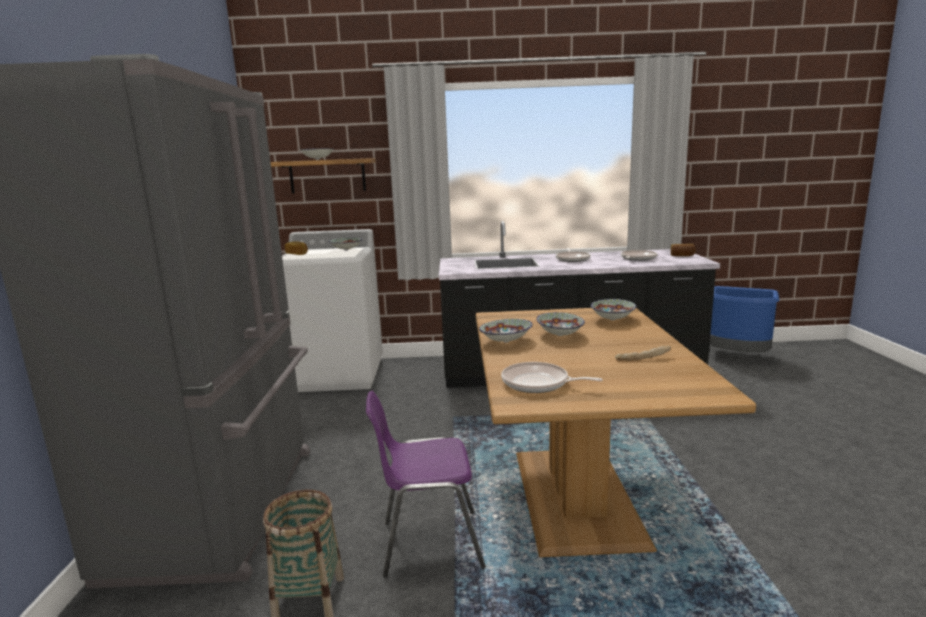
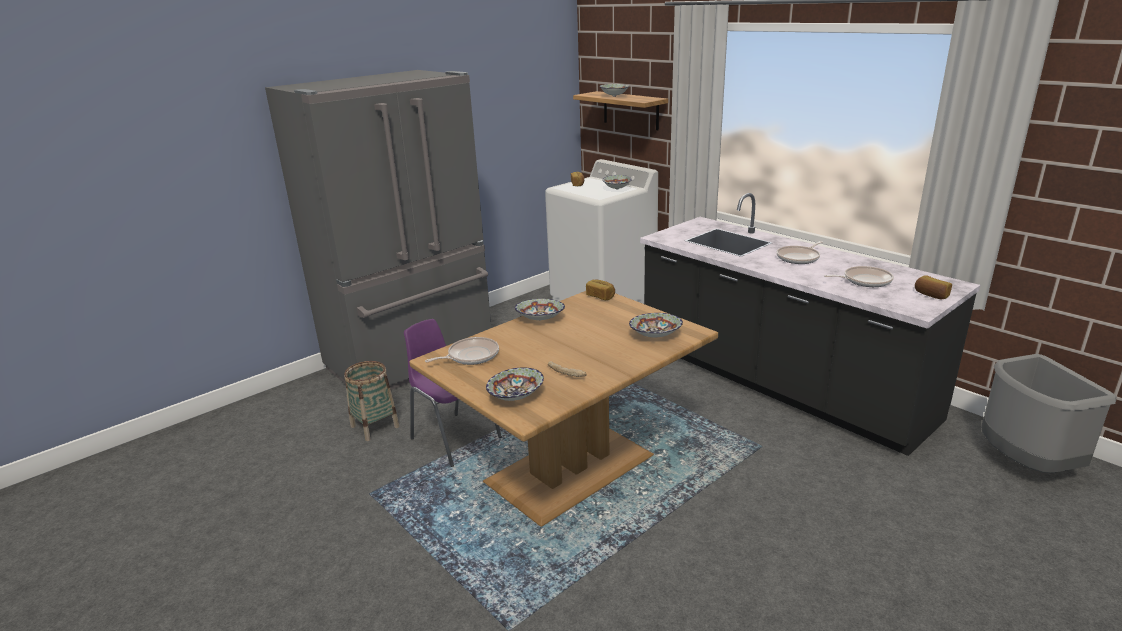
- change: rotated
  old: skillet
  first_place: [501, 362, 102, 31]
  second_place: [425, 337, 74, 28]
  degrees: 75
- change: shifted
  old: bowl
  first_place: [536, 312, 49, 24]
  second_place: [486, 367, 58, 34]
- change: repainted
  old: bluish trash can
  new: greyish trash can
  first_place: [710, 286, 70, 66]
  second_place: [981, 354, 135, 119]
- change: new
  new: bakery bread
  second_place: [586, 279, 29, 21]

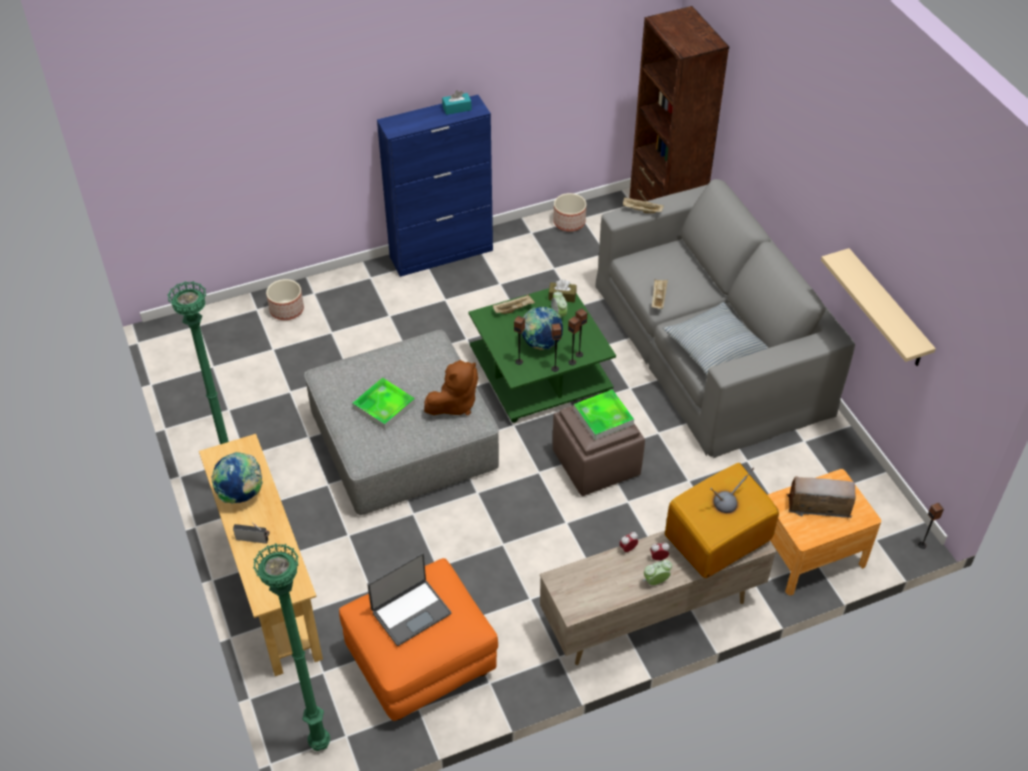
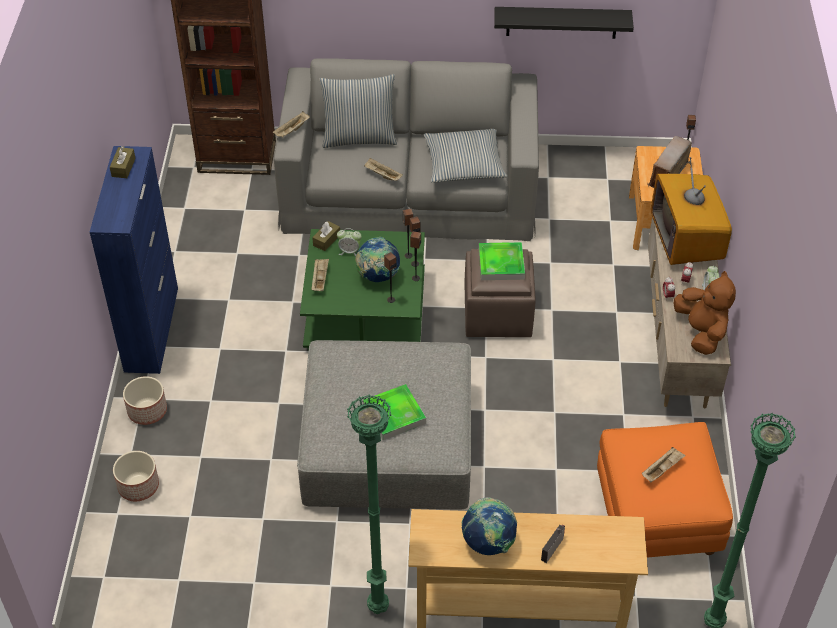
- change: swapped
  old: notebook computer
  new: beige tray
  first_place: [367, 552, 84, 94]
  second_place: [642, 447, 44, 35]
- change: shifted
  old: brown cuddly toy
  first_place: [424, 360, 54, 55]
  second_place: [674, 271, 62, 84]
- change: repainted
  old: turquoise-coloured tissue holder
  new: brown tissue holder
  first_place: [442, 90, 30, 25]
  second_place: [110, 146, 26, 32]
- change: shifted
  old: planter
  first_place: [553, 193, 34, 38]
  second_place: [123, 376, 44, 49]
- change: repainted
  old: beige bracket shelf
  new: black bracket shelf
  first_place: [821, 248, 115, 118]
  second_place: [494, 7, 140, 32]
- change: new
  new: throw pillow
  second_place: [320, 74, 77, 74]

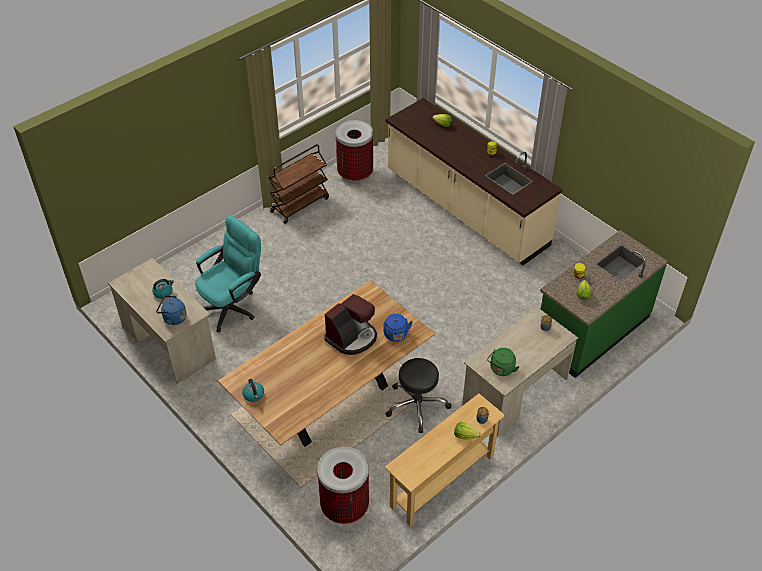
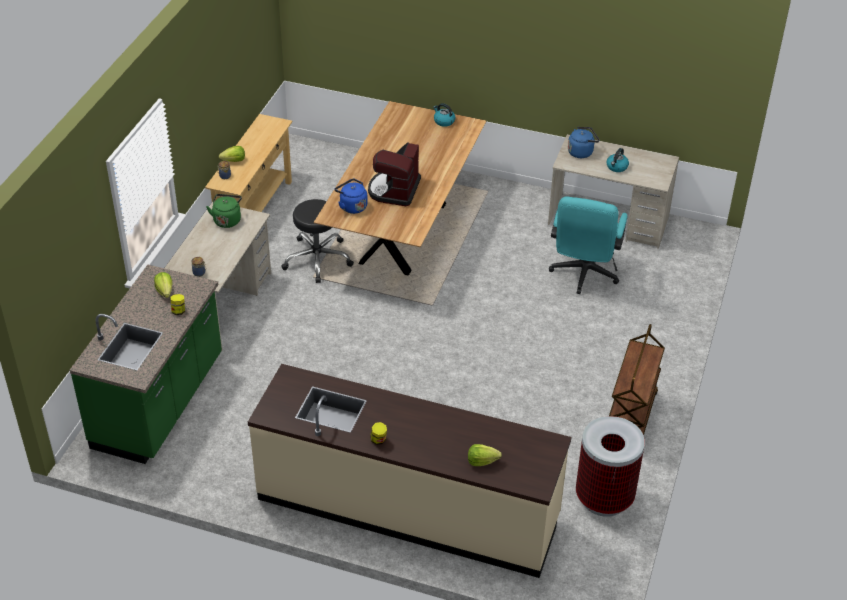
- change: gone
  old: trash can
  first_place: [317, 446, 52, 78]

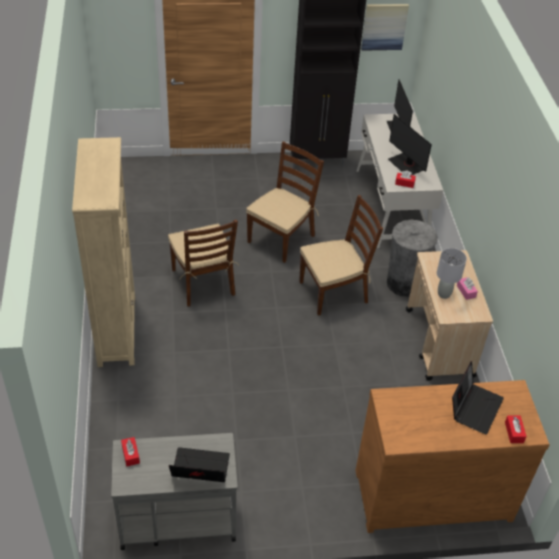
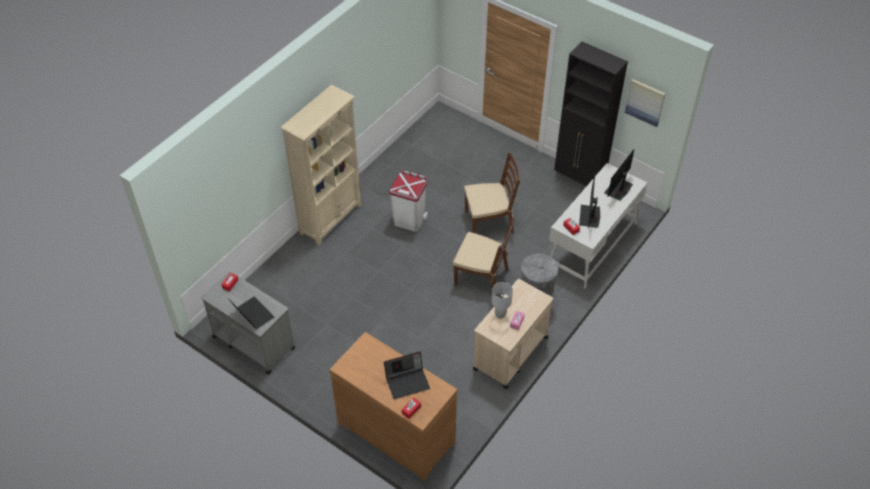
- change: swapped
  old: brown chair
  new: white-coloured trash can
  first_place: [168, 219, 71, 87]
  second_place: [389, 170, 39, 62]

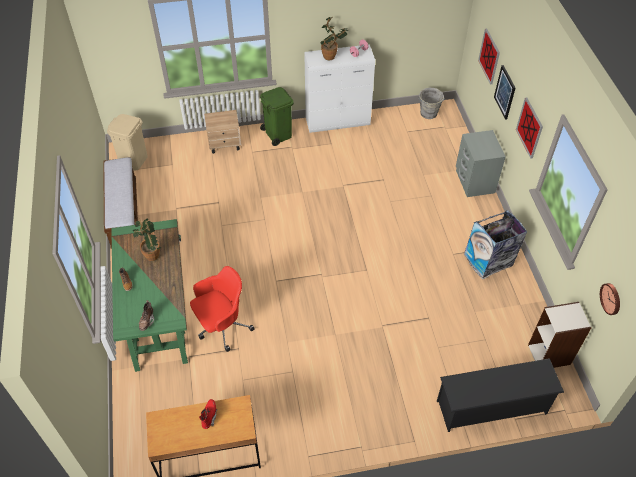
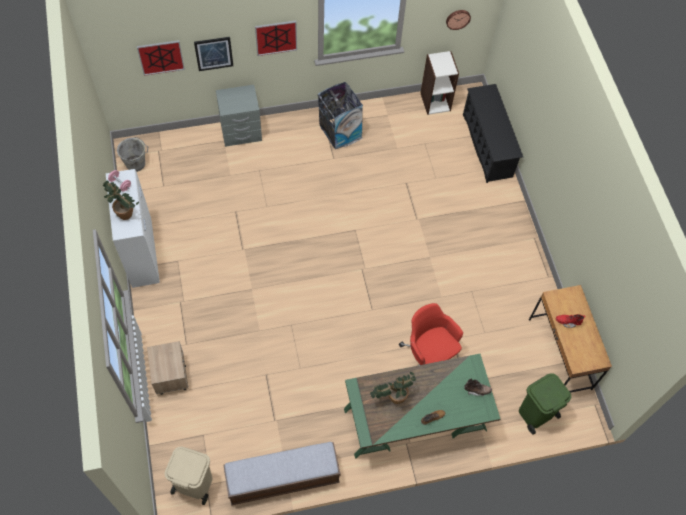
- change: shifted
  old: green-coloured trash can
  first_place: [260, 87, 34, 59]
  second_place: [519, 373, 52, 62]

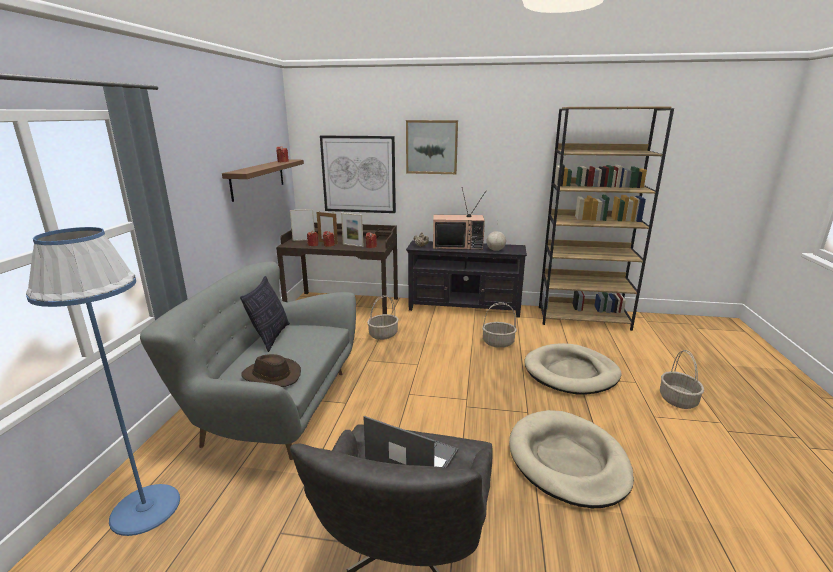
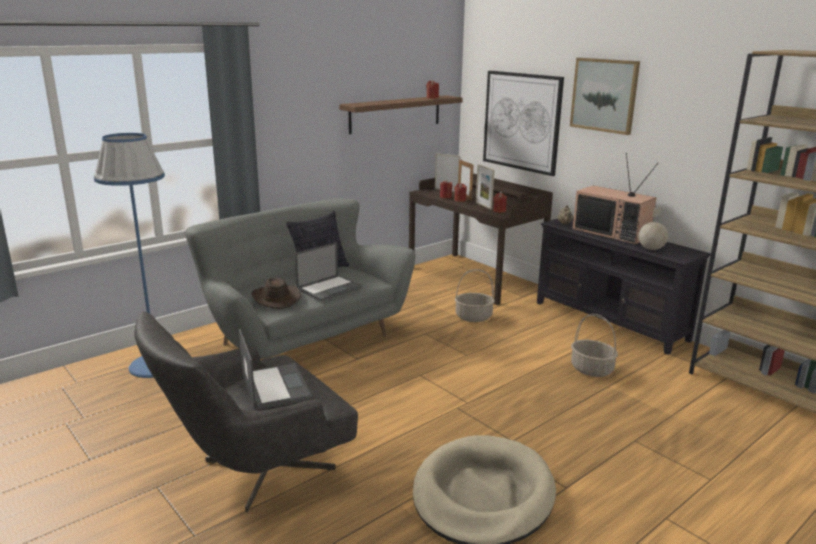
- change: gone
  old: beige dog cushion
  first_place: [524, 343, 98, 52]
- change: gone
  old: storage basket
  first_place: [660, 350, 44, 59]
- change: new
  new: notebook computer
  second_place: [295, 242, 67, 59]

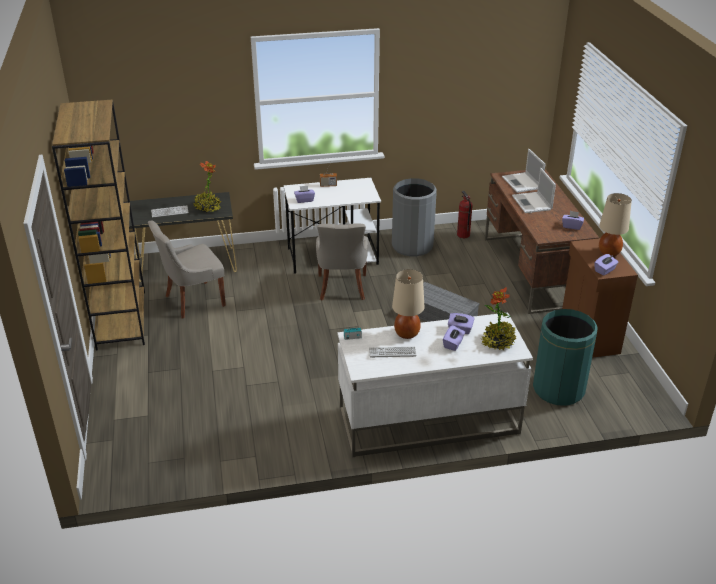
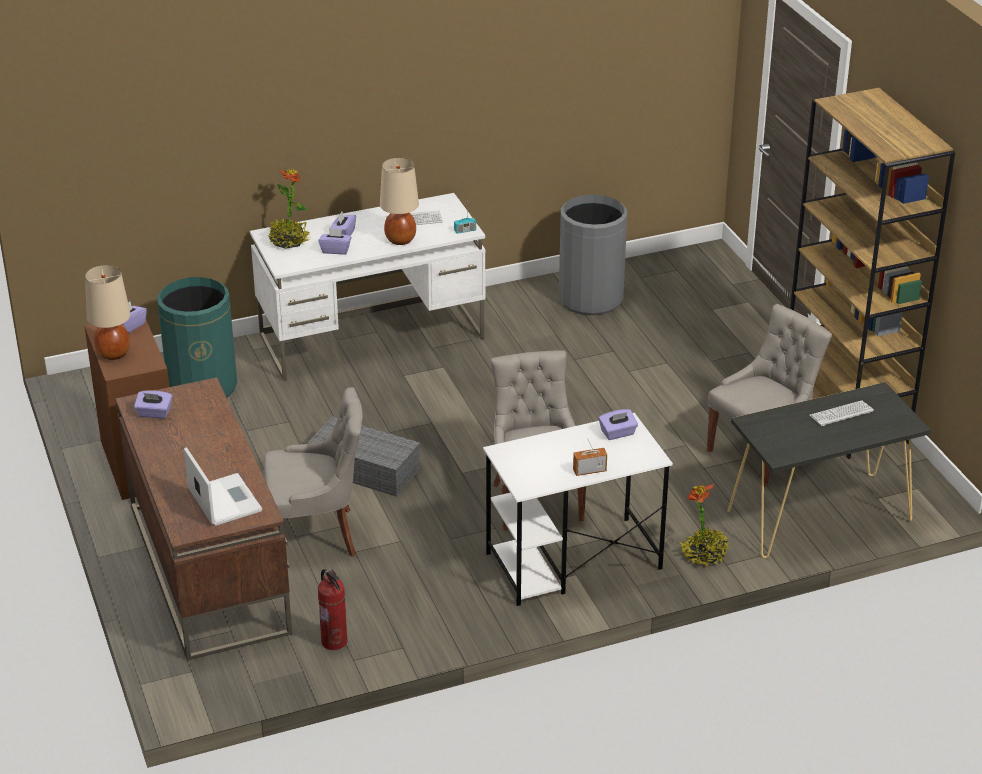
- change: shifted
  old: houseplant
  first_place: [193, 161, 28, 51]
  second_place: [679, 484, 50, 82]
- change: shifted
  old: greyish trash can
  first_place: [392, 178, 45, 78]
  second_place: [559, 194, 68, 122]
- change: gone
  old: notebook computer
  first_place: [512, 168, 44, 45]
- change: new
  new: greyish chair
  second_place: [263, 387, 100, 170]

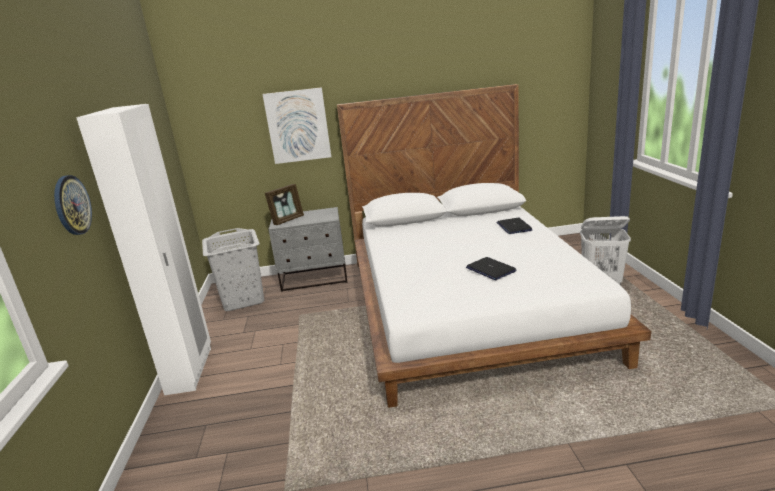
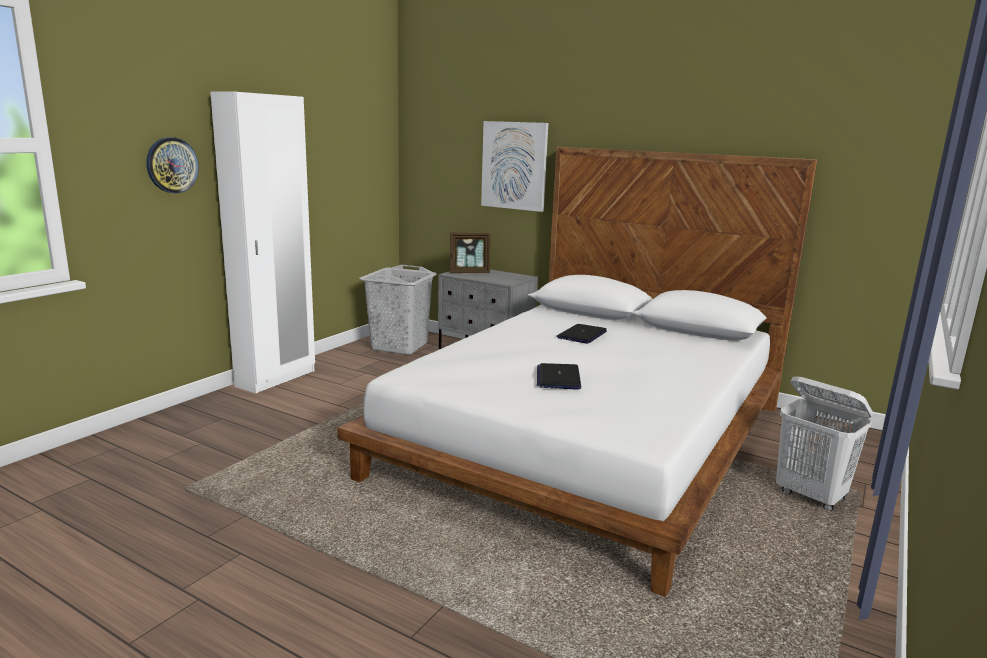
- change: shifted
  old: notebook computer
  first_place: [497, 218, 36, 16]
  second_place: [557, 324, 50, 20]

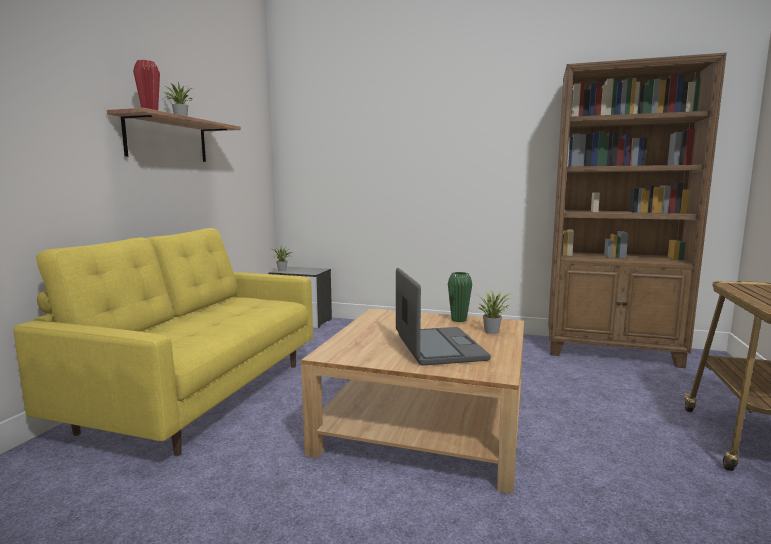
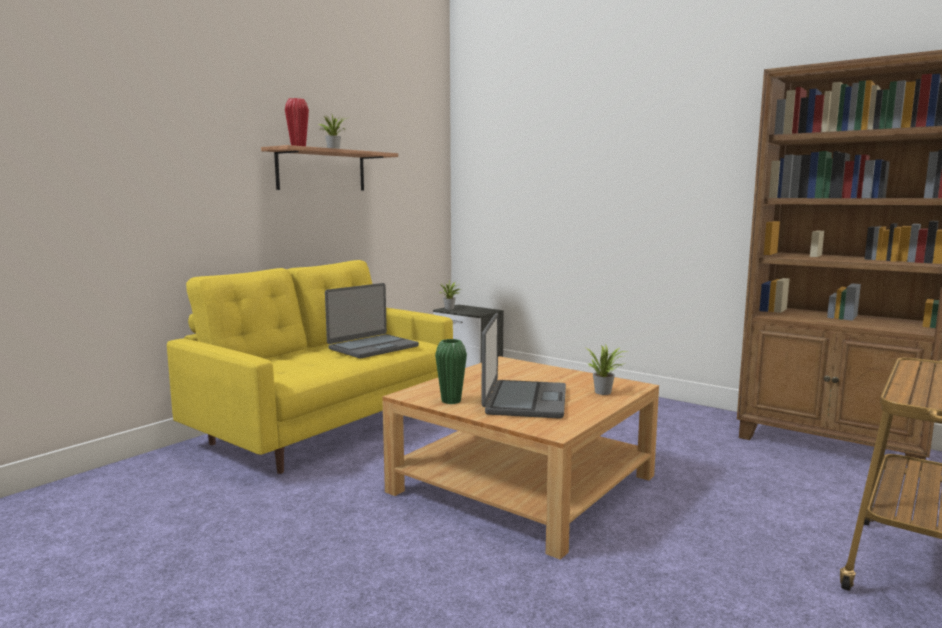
- change: shifted
  old: green-coloured decorative vase
  first_place: [448, 272, 24, 50]
  second_place: [435, 339, 32, 65]
- change: new
  new: notebook computer
  second_place: [325, 283, 94, 75]

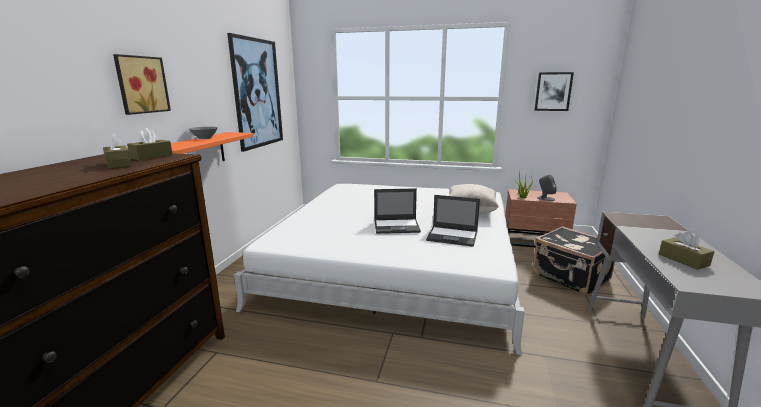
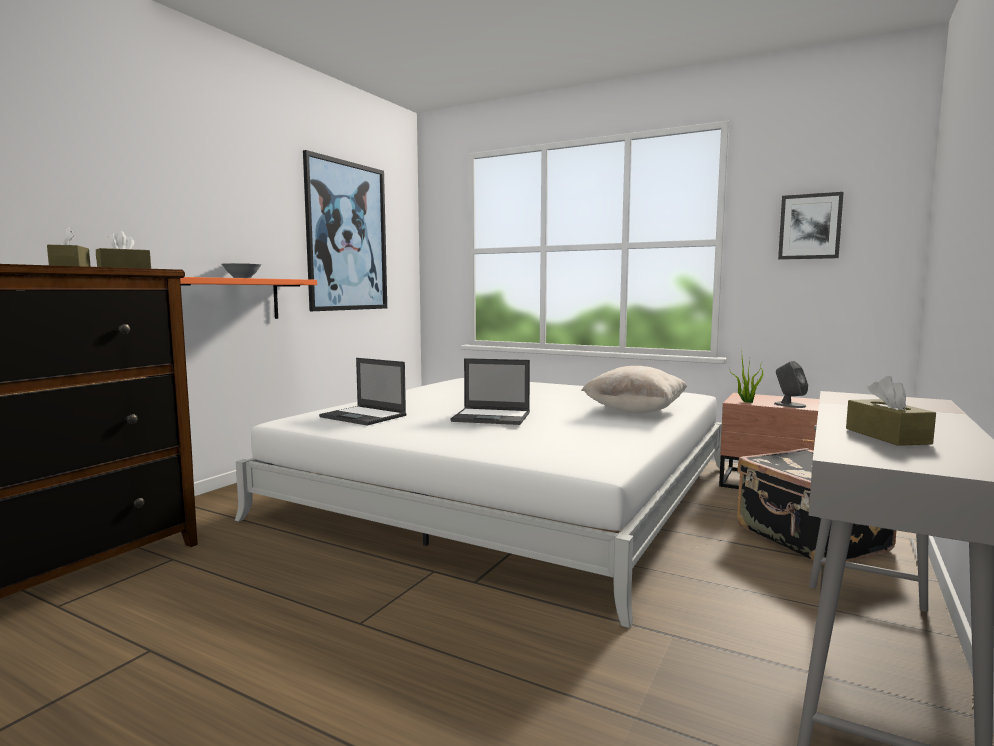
- change: gone
  old: picture
  first_place: [113, 54, 58, 61]
- change: shifted
  old: notebook computer
  first_place: [426, 195, 54, 52]
  second_place: [319, 358, 88, 67]

